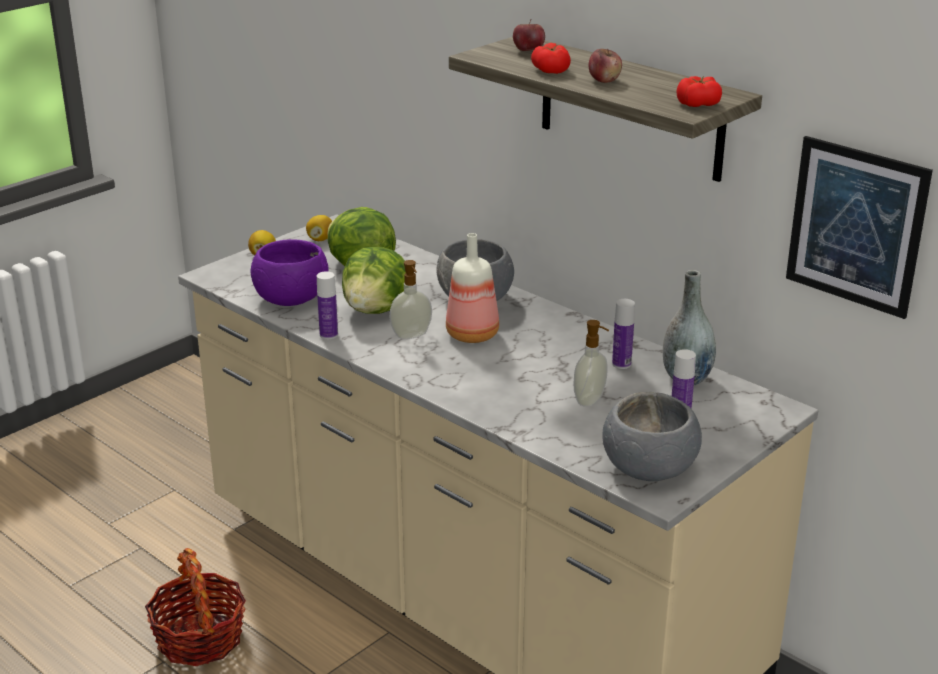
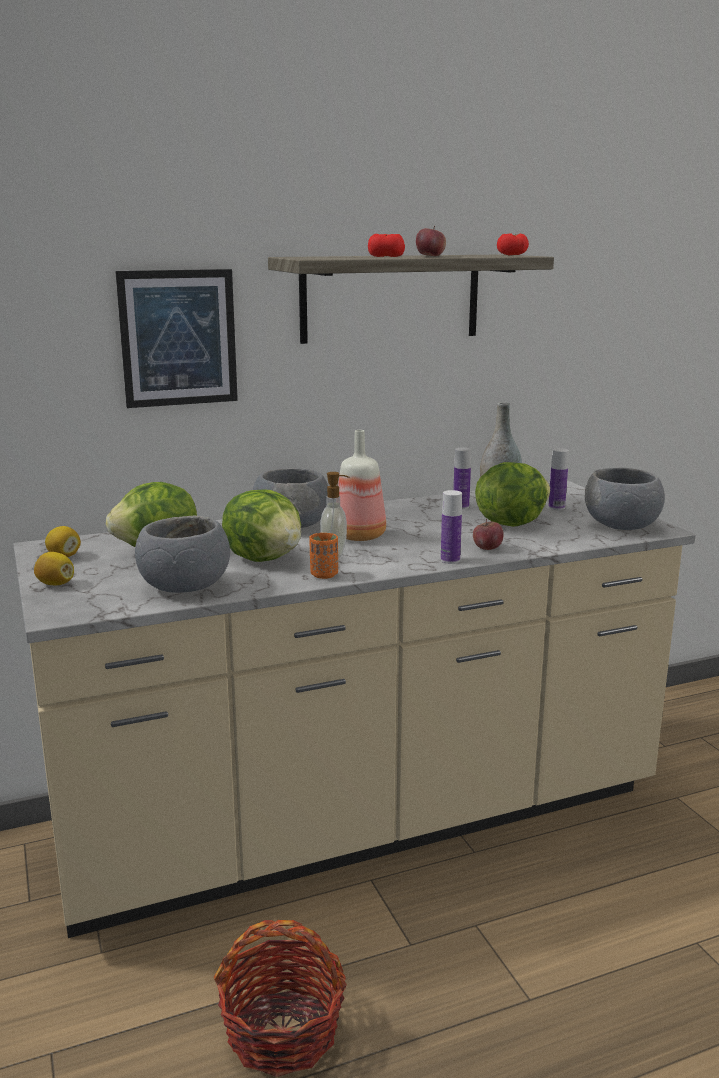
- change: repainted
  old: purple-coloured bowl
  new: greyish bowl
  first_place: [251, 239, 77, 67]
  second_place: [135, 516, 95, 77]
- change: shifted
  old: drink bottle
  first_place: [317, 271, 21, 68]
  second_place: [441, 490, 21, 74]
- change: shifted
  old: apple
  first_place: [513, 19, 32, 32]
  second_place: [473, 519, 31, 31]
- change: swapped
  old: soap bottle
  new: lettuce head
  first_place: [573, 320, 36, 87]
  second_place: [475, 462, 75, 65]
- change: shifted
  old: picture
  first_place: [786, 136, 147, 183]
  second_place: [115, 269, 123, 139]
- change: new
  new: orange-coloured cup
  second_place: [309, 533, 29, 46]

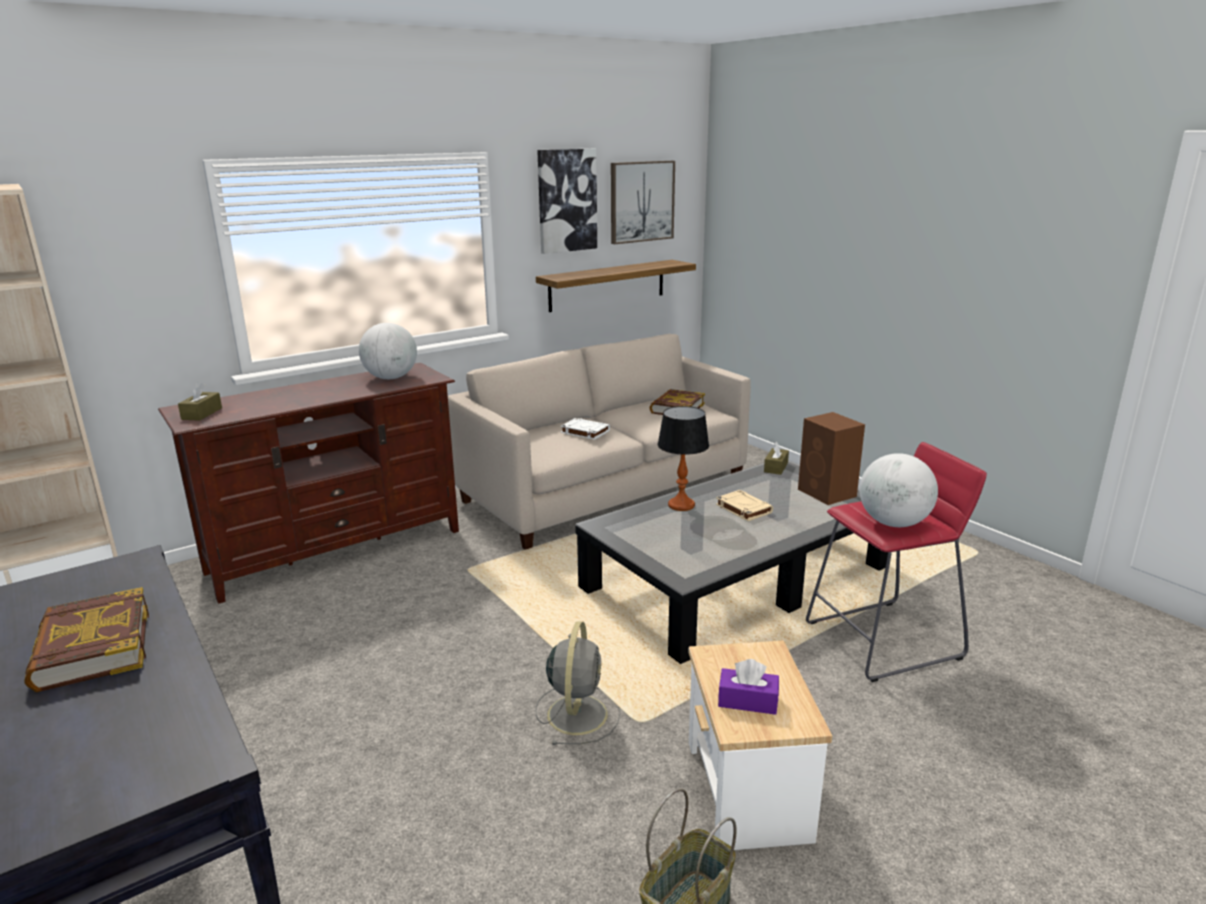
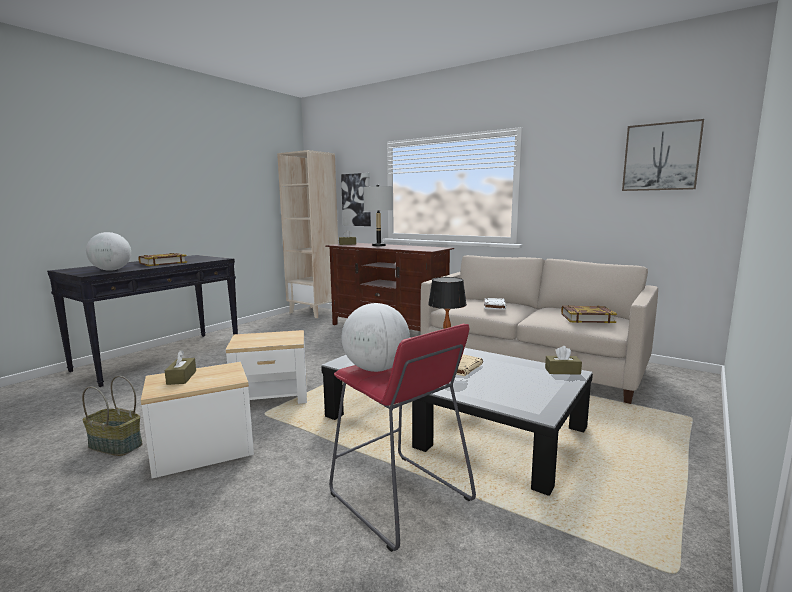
- change: shifted
  old: globe
  first_place: [359, 323, 58, 56]
  second_place: [86, 232, 45, 39]
- change: swapped
  old: greyish cooling fan
  new: side table
  first_place: [535, 621, 86, 124]
  second_place: [225, 330, 82, 74]
- change: gone
  old: bracket shelf
  first_place: [536, 260, 160, 52]
- change: shifted
  old: picture
  first_place: [537, 149, 60, 105]
  second_place: [341, 173, 30, 53]
- change: repainted
  old: purple-coloured tissue holder
  new: brown tissue holder
  first_place: [718, 659, 61, 56]
  second_place: [165, 350, 31, 35]
- change: gone
  old: brown speaker
  first_place: [798, 412, 67, 93]
- change: new
  new: greyish tabletop lamp
  second_place: [363, 185, 30, 62]

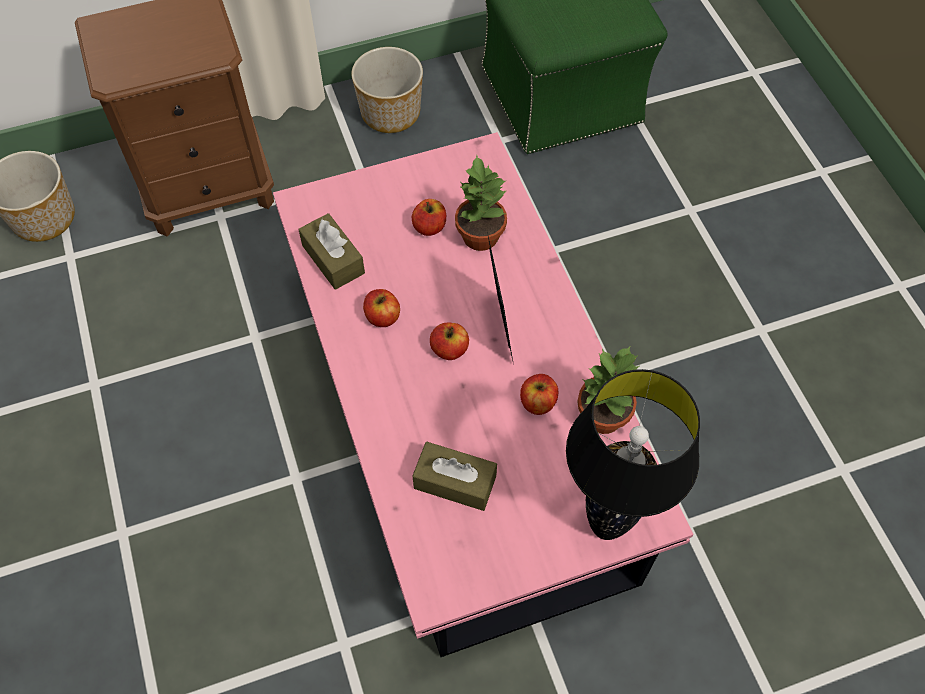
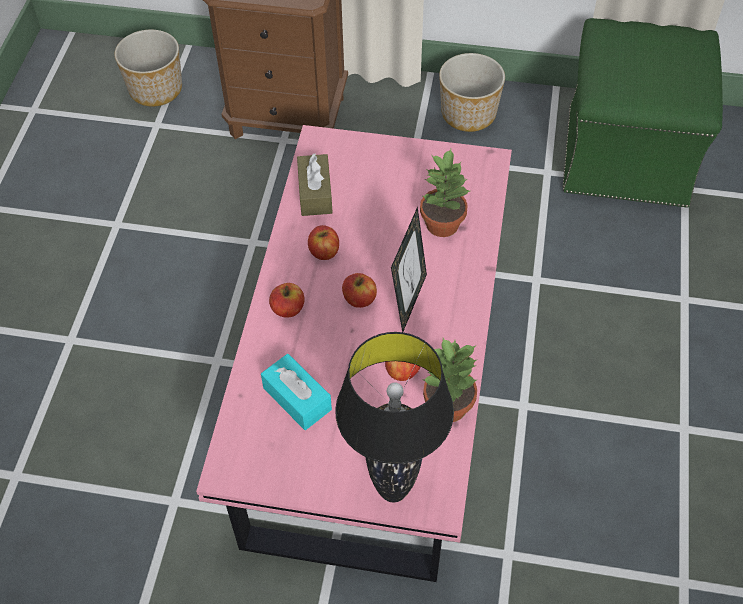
- change: shifted
  old: apple
  first_place: [412, 199, 34, 37]
  second_place: [269, 283, 36, 35]
- change: repainted
  old: brown tissue holder
  new: turquoise-coloured tissue holder
  first_place: [412, 442, 85, 69]
  second_place: [261, 354, 71, 76]

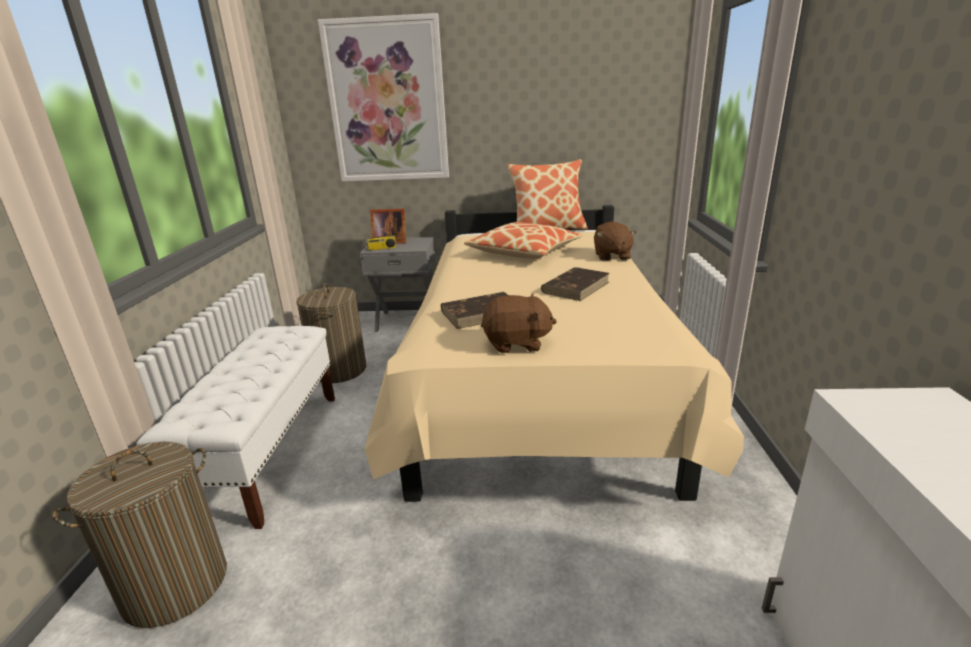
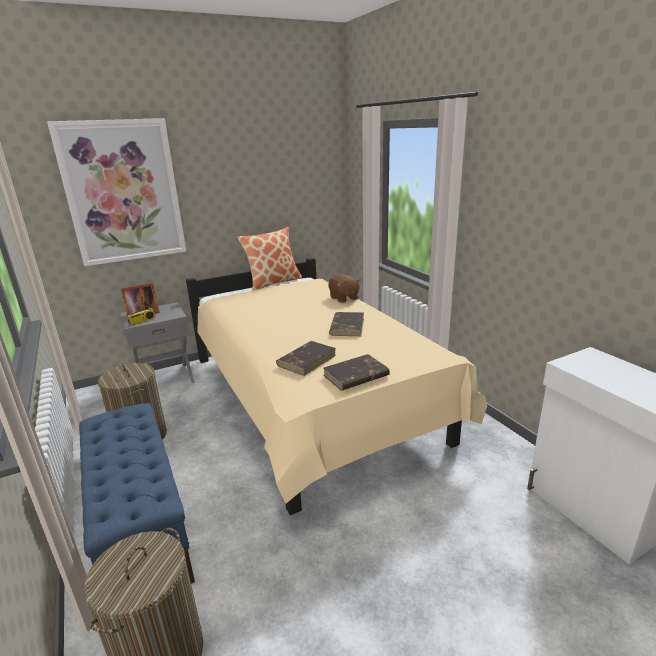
- change: repainted
  old: white-coloured long seat
  new: bluish long seat
  first_place: [137, 326, 198, 203]
  second_place: [79, 403, 116, 181]
- change: gone
  old: throw pillow
  first_place: [464, 222, 118, 37]
- change: swapped
  old: brown cuddly toy
  new: brown volume
  first_place: [481, 293, 76, 60]
  second_place: [323, 354, 67, 37]

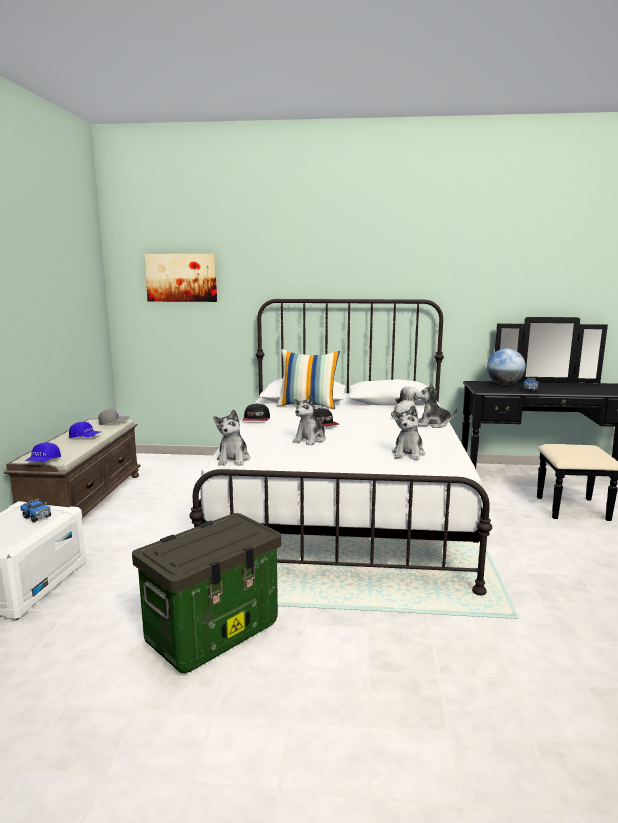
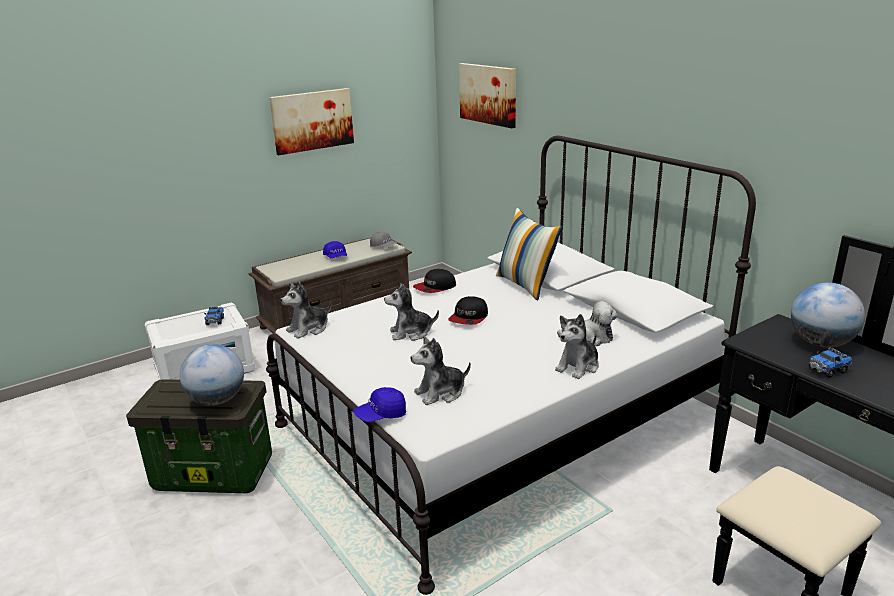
- change: shifted
  old: bluish cap
  first_place: [25, 442, 36, 20]
  second_place: [353, 387, 53, 35]
- change: rotated
  old: cuddly toy
  first_place: [415, 382, 42, 46]
  second_place: [555, 314, 44, 65]
  degrees: -105
- change: new
  new: globe
  second_place: [180, 344, 64, 62]
- change: new
  new: picture
  second_place: [269, 88, 85, 67]

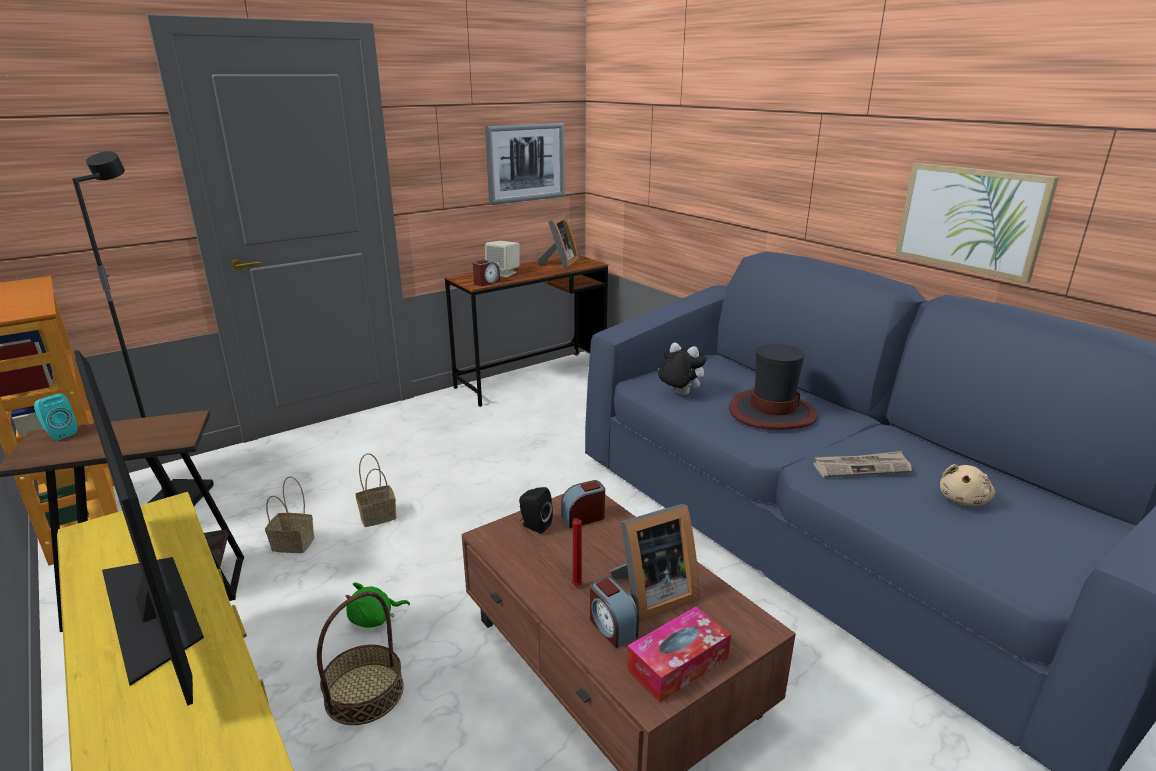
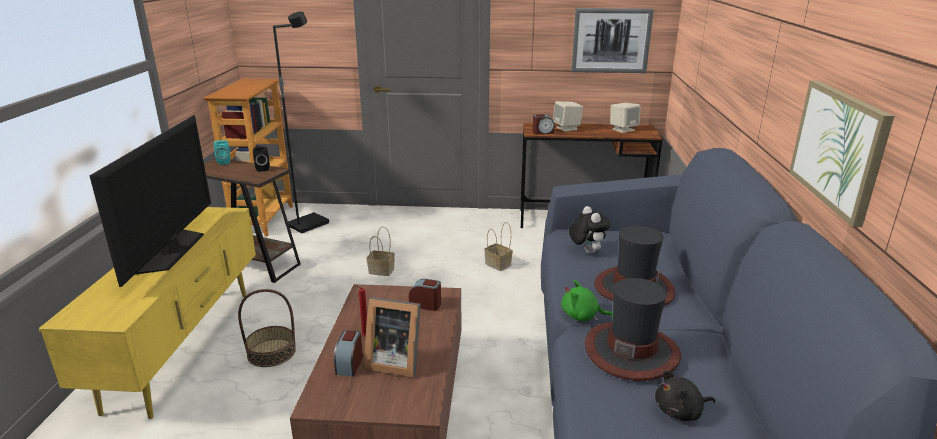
- change: shifted
  old: storage basket
  first_place: [265, 476, 49, 77]
  second_place: [484, 222, 29, 49]
- change: shifted
  old: green-coloured cuddly toy
  first_place: [346, 582, 64, 46]
  second_place: [562, 280, 51, 41]
- change: shifted
  old: black speaker
  first_place: [519, 487, 34, 47]
  second_place: [253, 146, 17, 26]
- change: swapped
  old: standing frame
  new: beige speaker
  first_place: [537, 214, 42, 54]
  second_place: [610, 103, 31, 30]
- change: gone
  old: tissue holder
  first_place: [627, 607, 104, 96]
- change: swapped
  old: newspaper
  new: hat
  first_place: [813, 451, 99, 26]
  second_place: [585, 278, 96, 103]
- change: repainted
  old: beige cuddly toy
  new: black cuddly toy
  first_place: [940, 464, 55, 42]
  second_place: [655, 371, 60, 50]

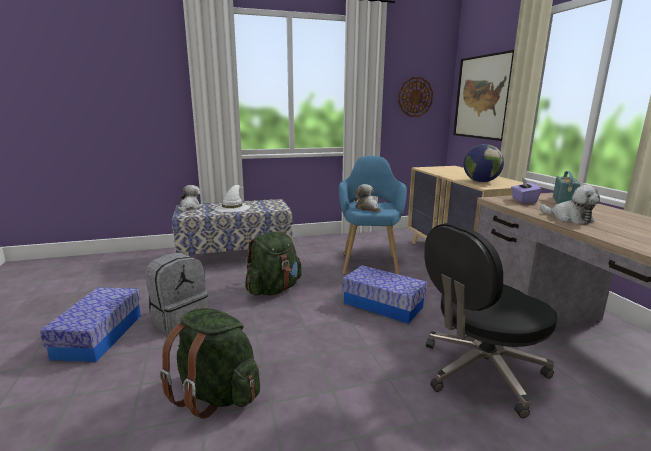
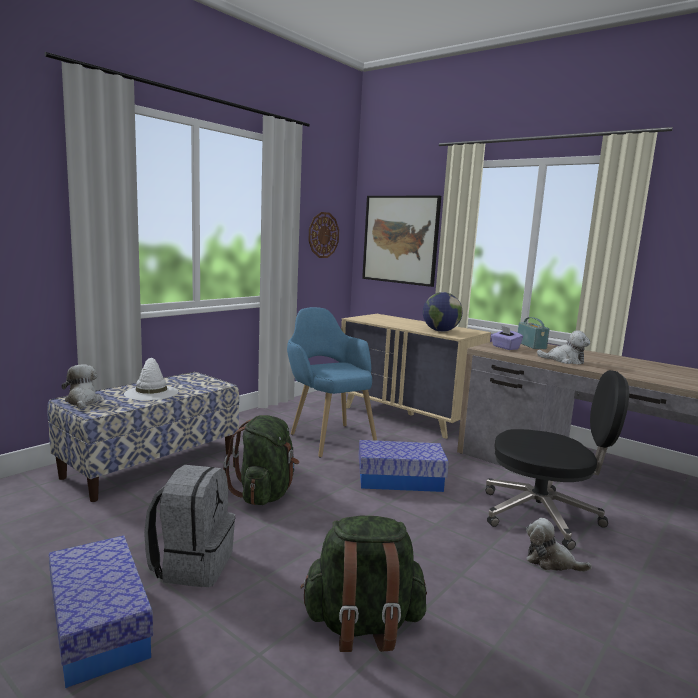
- change: shifted
  old: cuddly toy
  first_place: [355, 184, 26, 29]
  second_place: [526, 518, 66, 54]
- change: rotated
  old: black desk chair
  first_place: [424, 223, 133, 195]
  second_place: [485, 370, 144, 180]
  degrees: -105

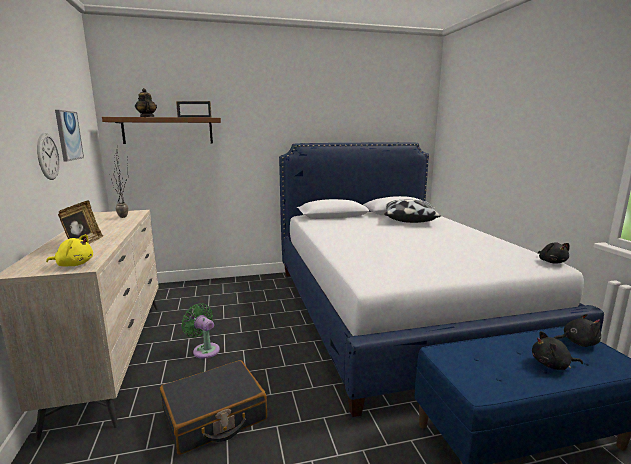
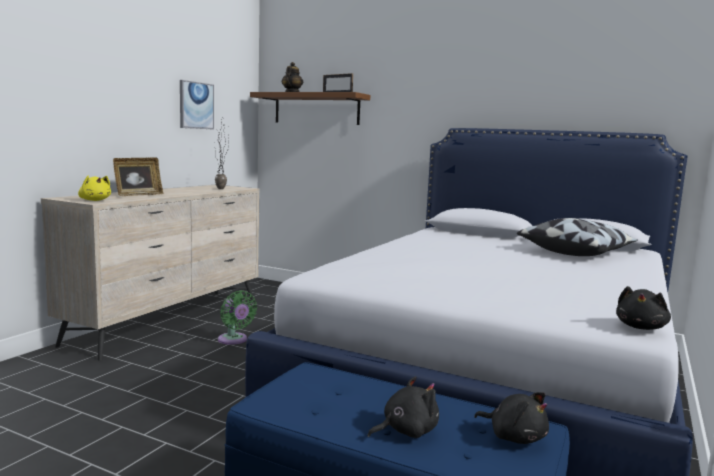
- change: gone
  old: wall clock
  first_place: [37, 133, 23, 47]
- change: gone
  old: black piece of luggage
  first_place: [160, 360, 107, 95]
- change: rotated
  old: green-coloured cooling fan
  first_place: [181, 303, 39, 56]
  second_place: [218, 290, 39, 55]
  degrees: 150
- change: rotated
  old: black cuddly toy
  first_place: [532, 331, 51, 39]
  second_place: [368, 376, 71, 62]
  degrees: 105

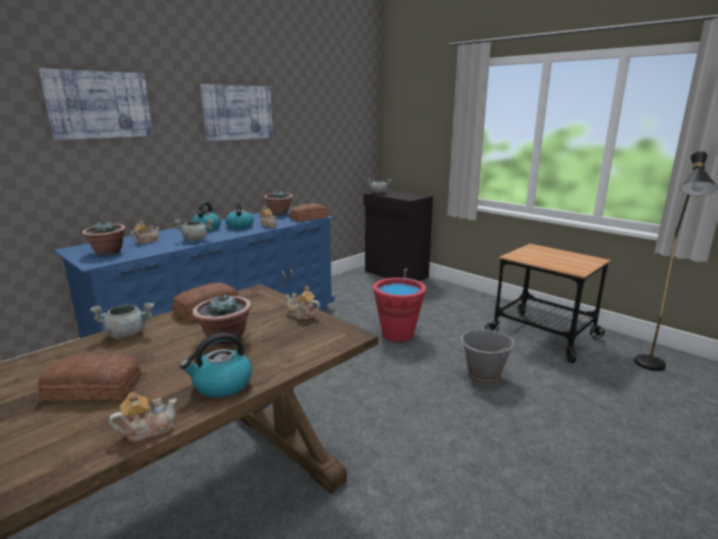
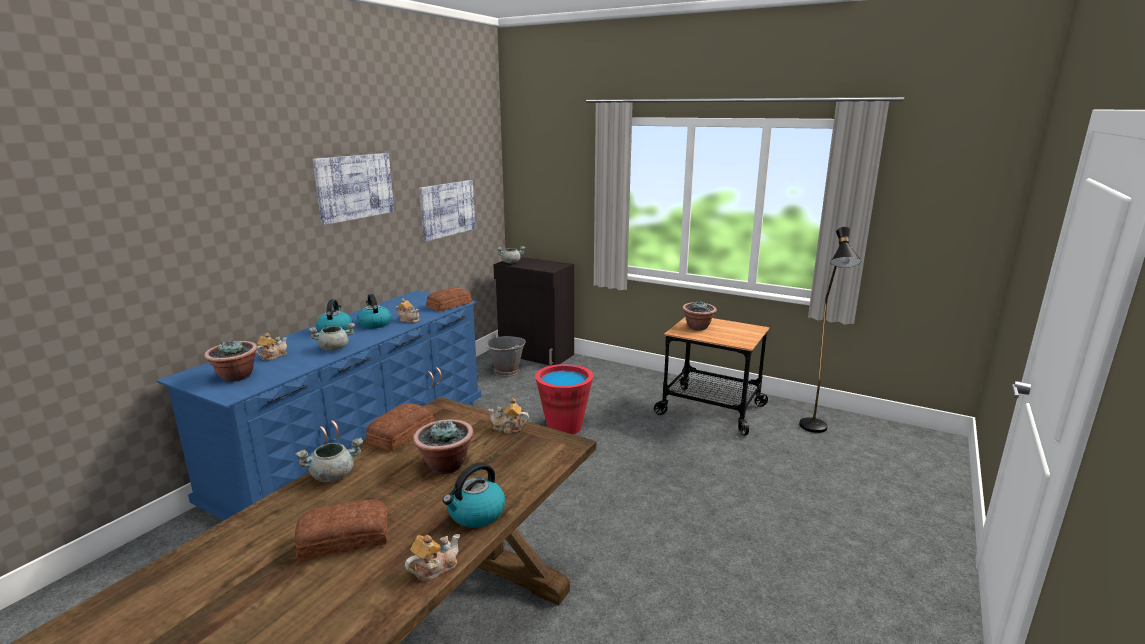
- change: shifted
  old: picture
  first_place: [38, 68, 115, 72]
  second_place: [419, 180, 56, 61]
- change: shifted
  old: houseplant
  first_place: [264, 191, 29, 24]
  second_place: [682, 301, 35, 29]
- change: shifted
  old: greyish water bucket
  first_place: [461, 326, 53, 60]
  second_place: [486, 334, 40, 43]

